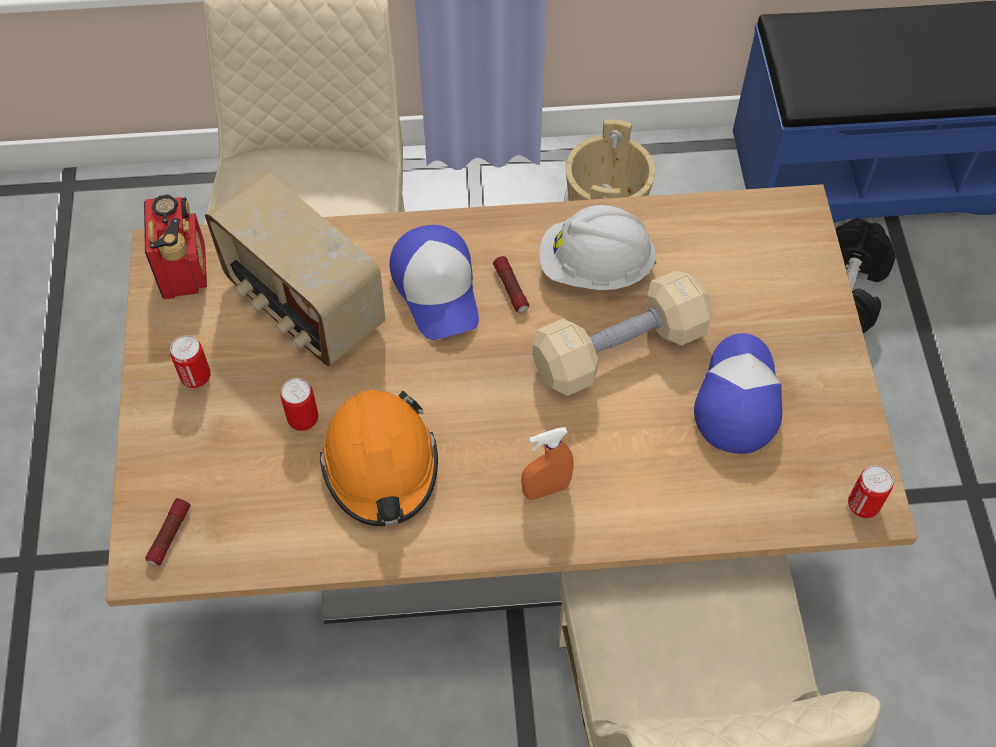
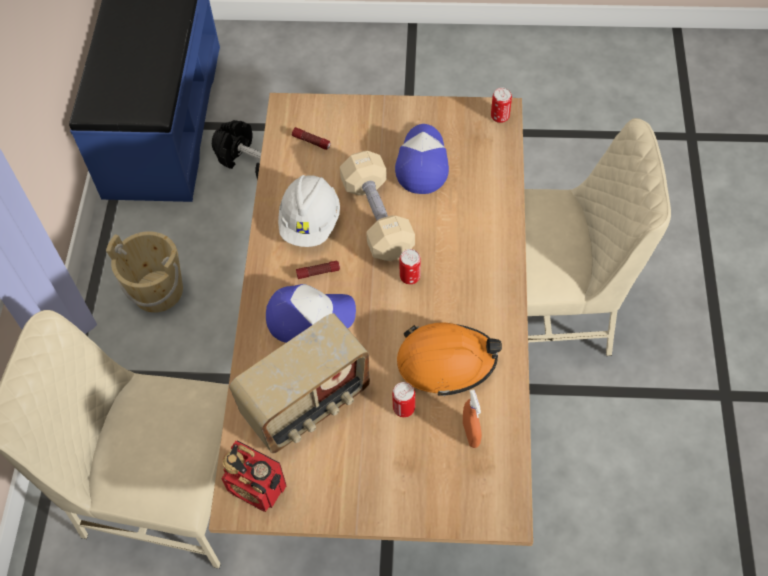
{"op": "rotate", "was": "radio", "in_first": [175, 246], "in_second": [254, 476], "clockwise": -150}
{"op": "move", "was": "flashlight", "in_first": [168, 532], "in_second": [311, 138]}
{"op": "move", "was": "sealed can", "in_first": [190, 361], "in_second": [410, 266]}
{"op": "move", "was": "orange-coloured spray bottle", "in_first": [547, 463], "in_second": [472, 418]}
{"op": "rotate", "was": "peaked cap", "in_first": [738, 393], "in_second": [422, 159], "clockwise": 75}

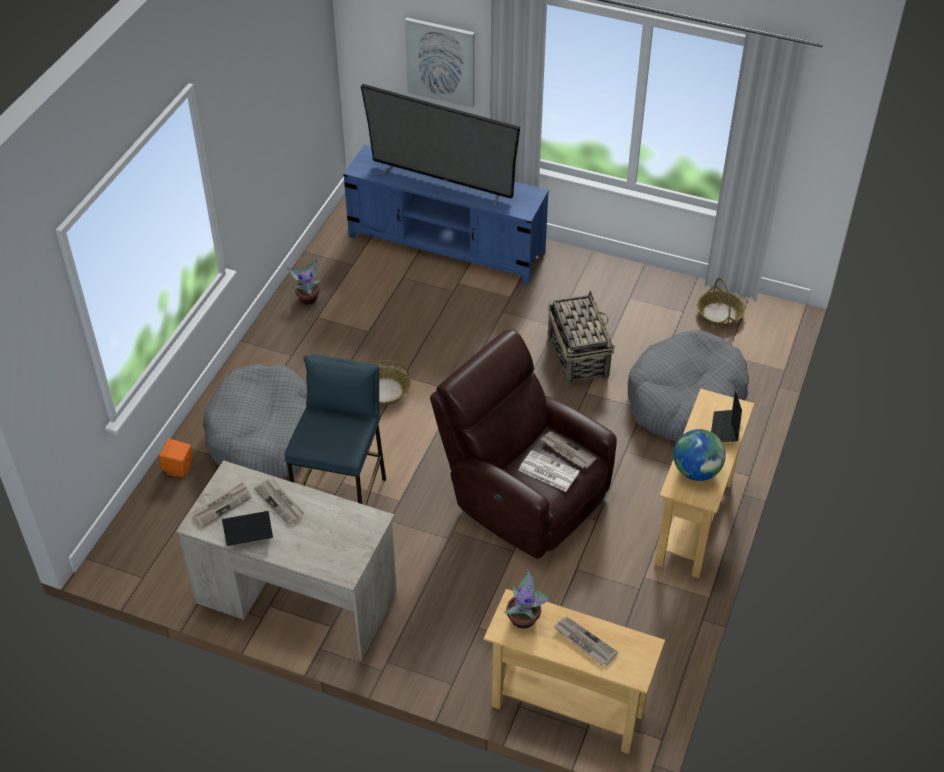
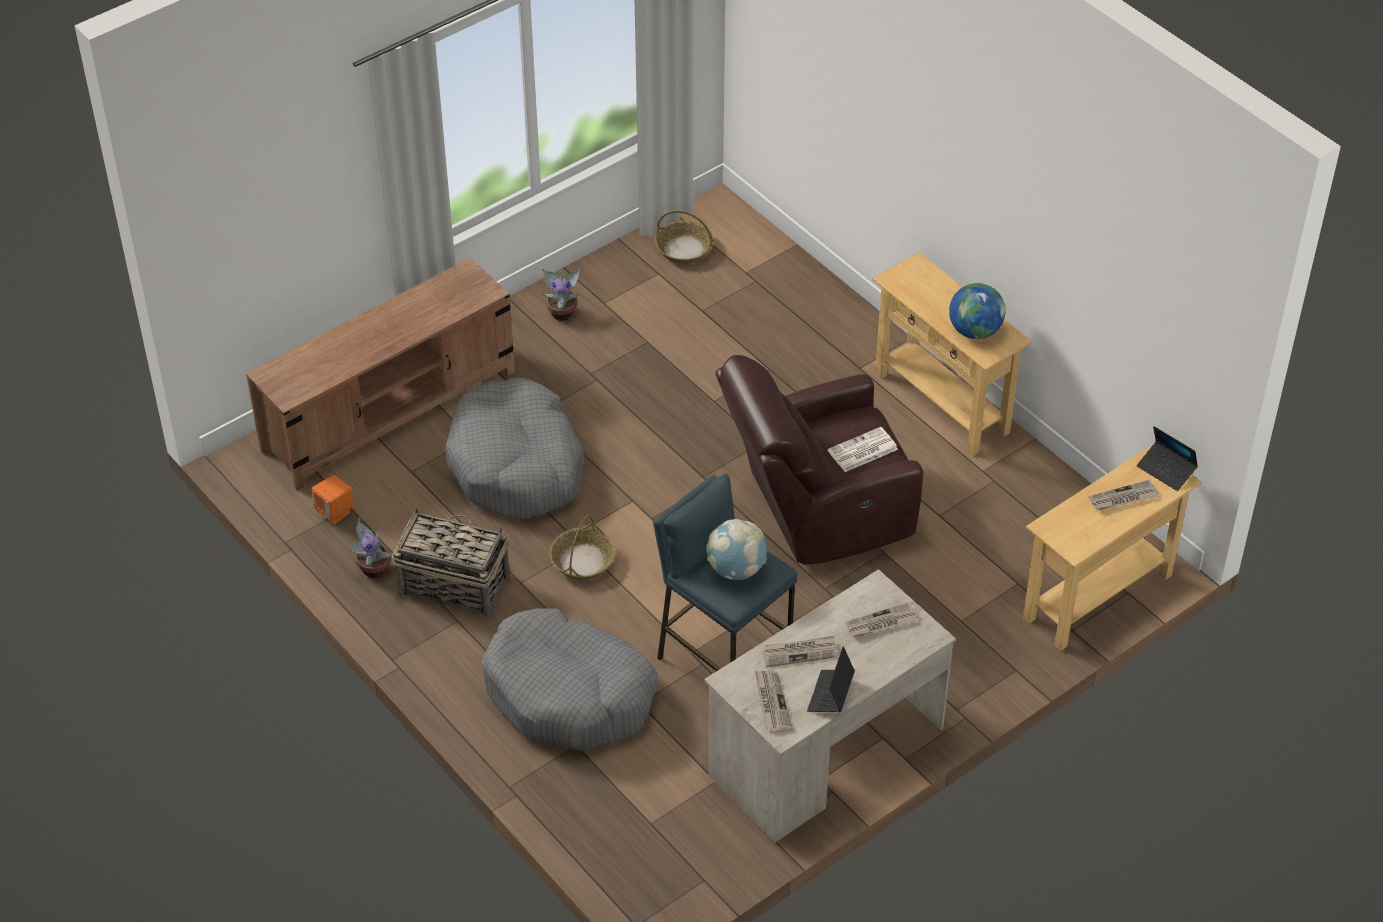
{"op": "move", "was": "orange-coloured audio speaker", "in_first": [175, 458], "in_second": [332, 499]}
{"op": "recolor", "was": "blue-coloured media console", "now": "brown-coloured media console", "in_first": [446, 215], "in_second": [380, 374]}
{"op": "delete", "was": "television", "in_first": [440, 146]}
{"op": "delete", "was": "wall art", "in_first": [440, 63]}
{"op": "move", "was": "houseplant", "in_first": [527, 598], "in_second": [561, 295]}
{"op": "move", "was": "printed paper", "in_first": [568, 450], "in_second": [881, 619]}
{"op": "move", "was": "storage basket", "in_first": [581, 337], "in_second": [450, 562]}
{"op": "move", "was": "gray pet bed", "in_first": [688, 386], "in_second": [515, 448]}
{"op": "move", "was": "portable computer", "in_first": [726, 416], "in_second": [1167, 458]}
{"op": "insert", "now": "globe", "in_second": [736, 549]}

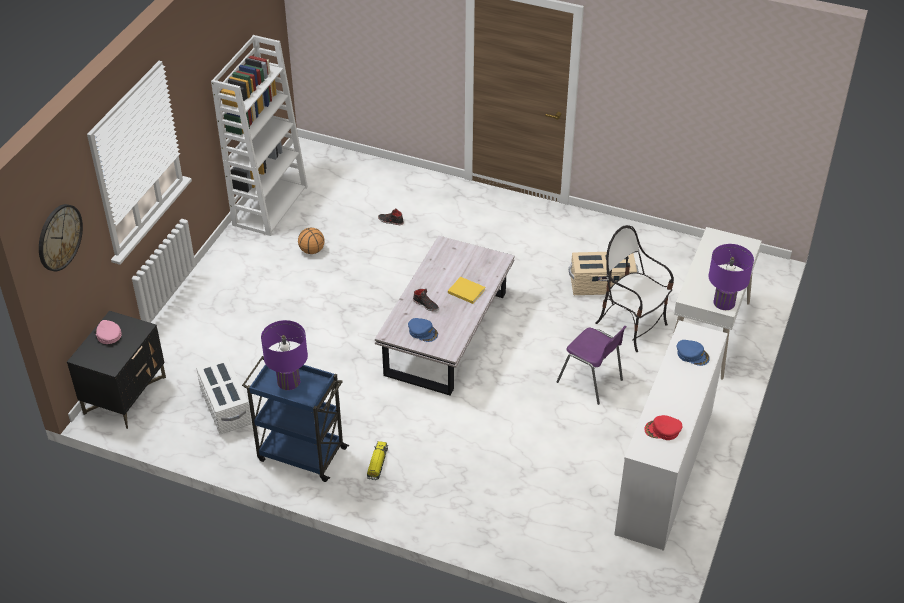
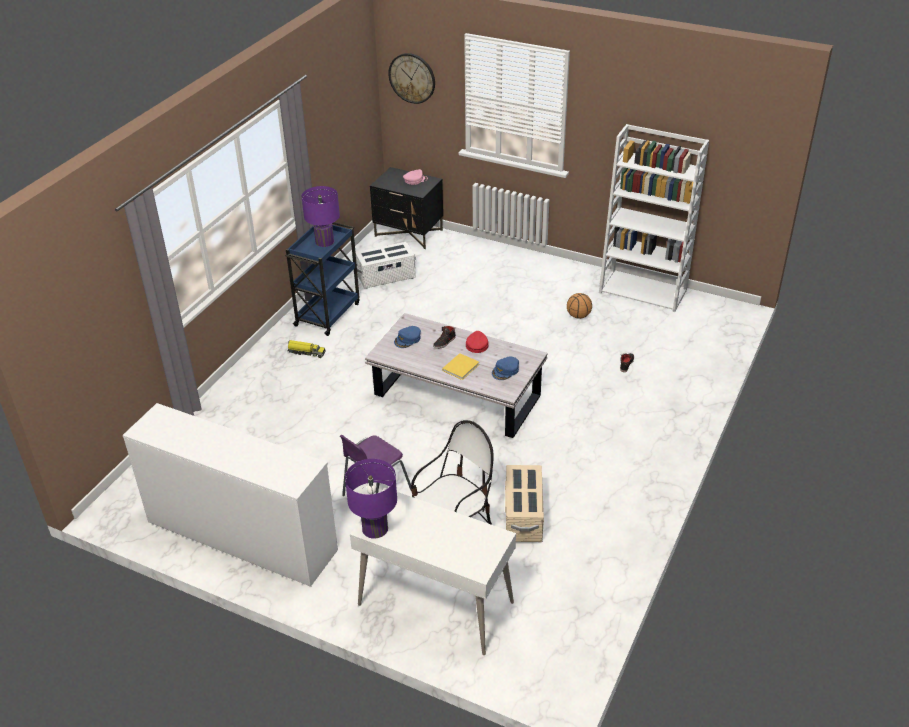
{"op": "move", "was": "reddish peaked cap", "in_first": [663, 427], "in_second": [477, 342]}
{"op": "move", "was": "blue-coloured peaked cap", "in_first": [693, 353], "in_second": [505, 368]}

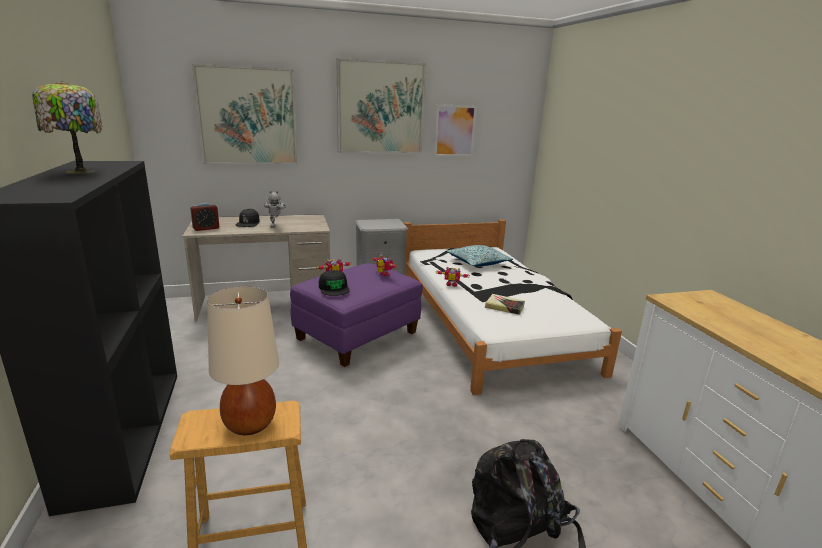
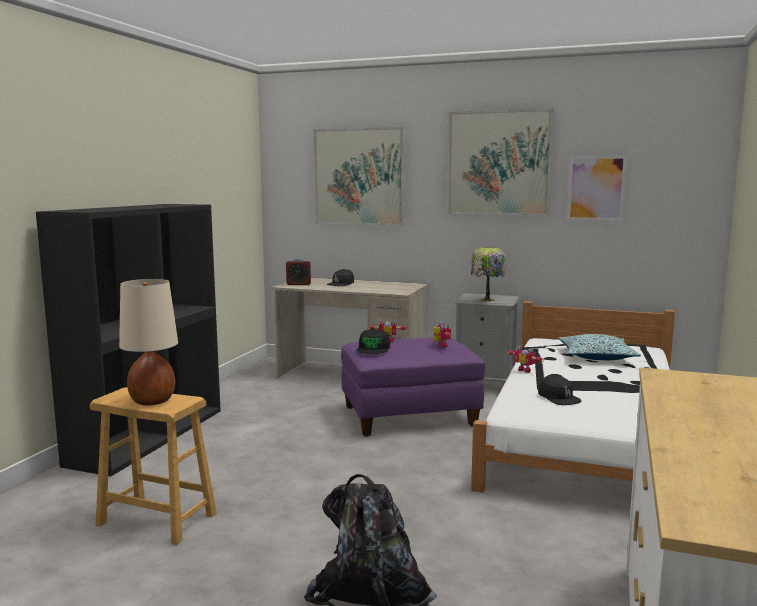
{"op": "move", "was": "tabletop lamp", "in_first": [67, 127], "in_second": [488, 274]}
{"op": "delete", "was": "model robot", "in_first": [275, 209]}
{"op": "replace", "was": "bound book", "now": "black peaked cap", "in_first": [505, 304], "in_second": [560, 390]}

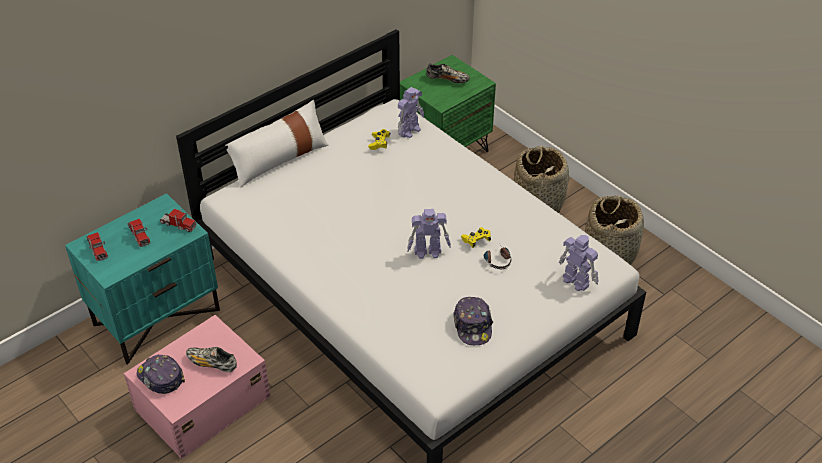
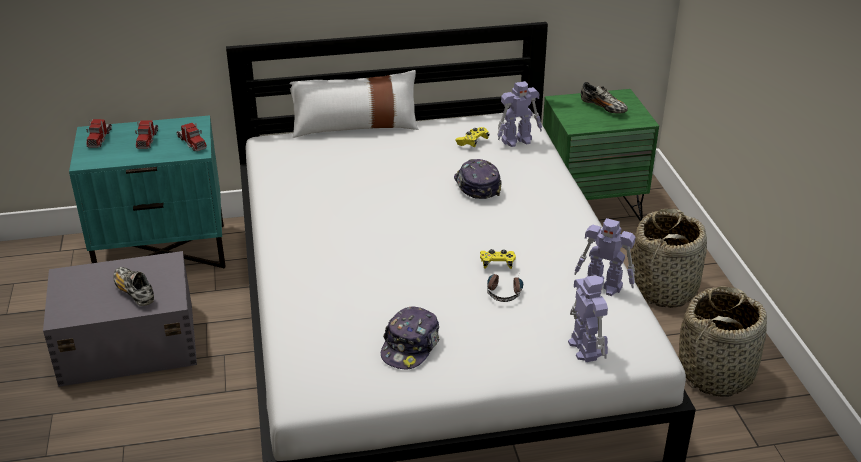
{"op": "recolor", "was": "pinkish storage container", "now": "gray storage container", "in_first": [197, 387], "in_second": [120, 319]}
{"op": "move", "was": "peaked cap", "in_first": [161, 374], "in_second": [478, 179]}
{"op": "move", "was": "model robot", "in_first": [429, 234], "in_second": [604, 257]}

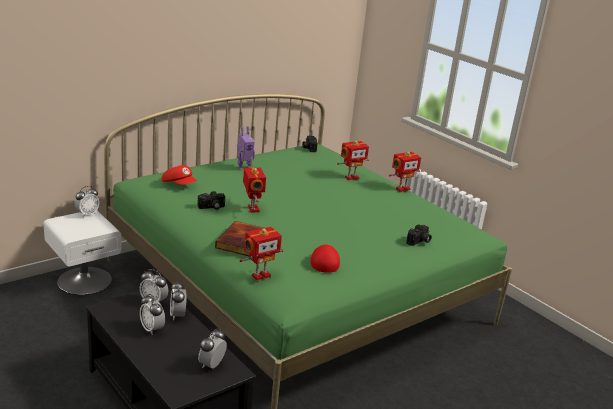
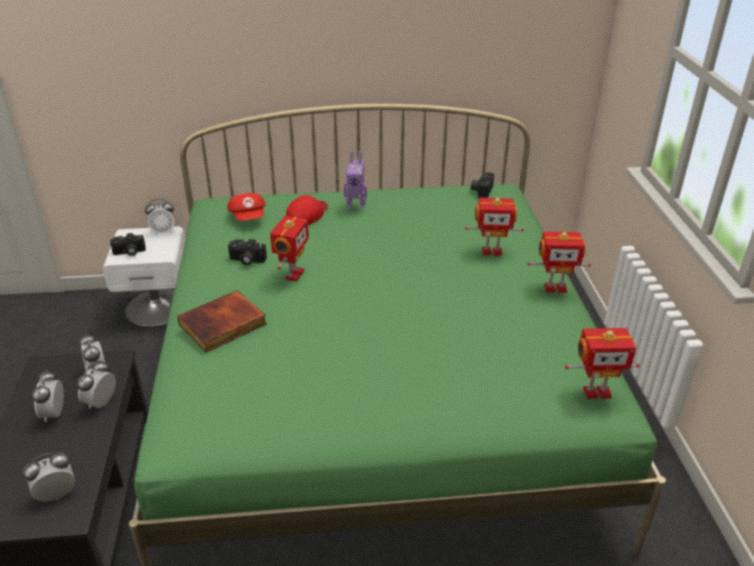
{"op": "move", "was": "model robot", "in_first": [261, 253], "in_second": [602, 363]}
{"op": "move", "was": "reddish peaked cap", "in_first": [325, 259], "in_second": [307, 210]}
{"op": "move", "was": "photo camera", "in_first": [419, 235], "in_second": [128, 244]}

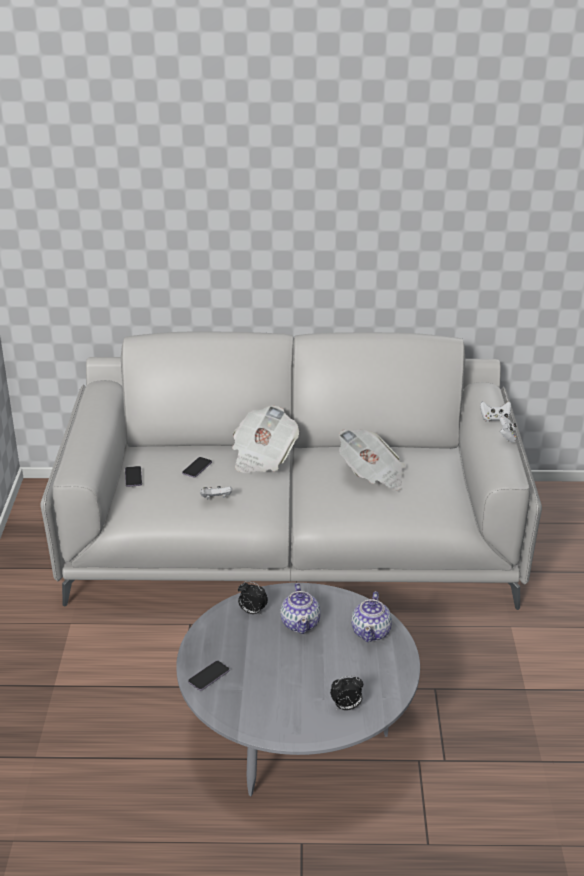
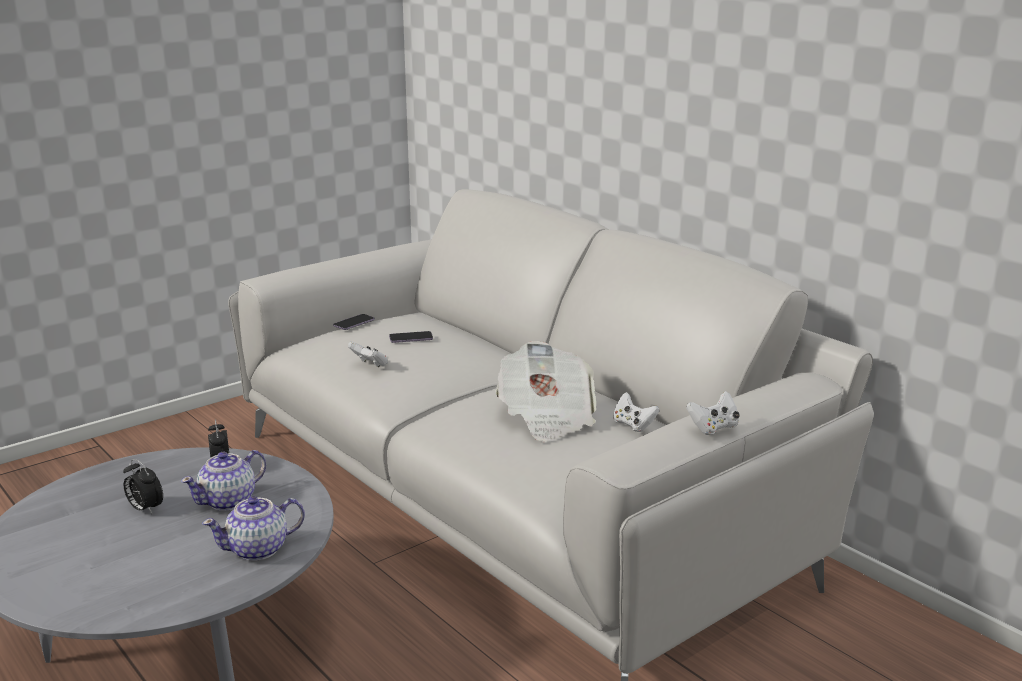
{"op": "delete", "was": "phone", "in_first": [209, 676]}
{"op": "delete", "was": "printed paper", "in_first": [265, 439]}
{"op": "move", "was": "bedside clock", "in_first": [346, 692], "in_second": [143, 487]}
{"op": "move", "was": "whitish game controller", "in_first": [495, 411], "in_second": [636, 412]}

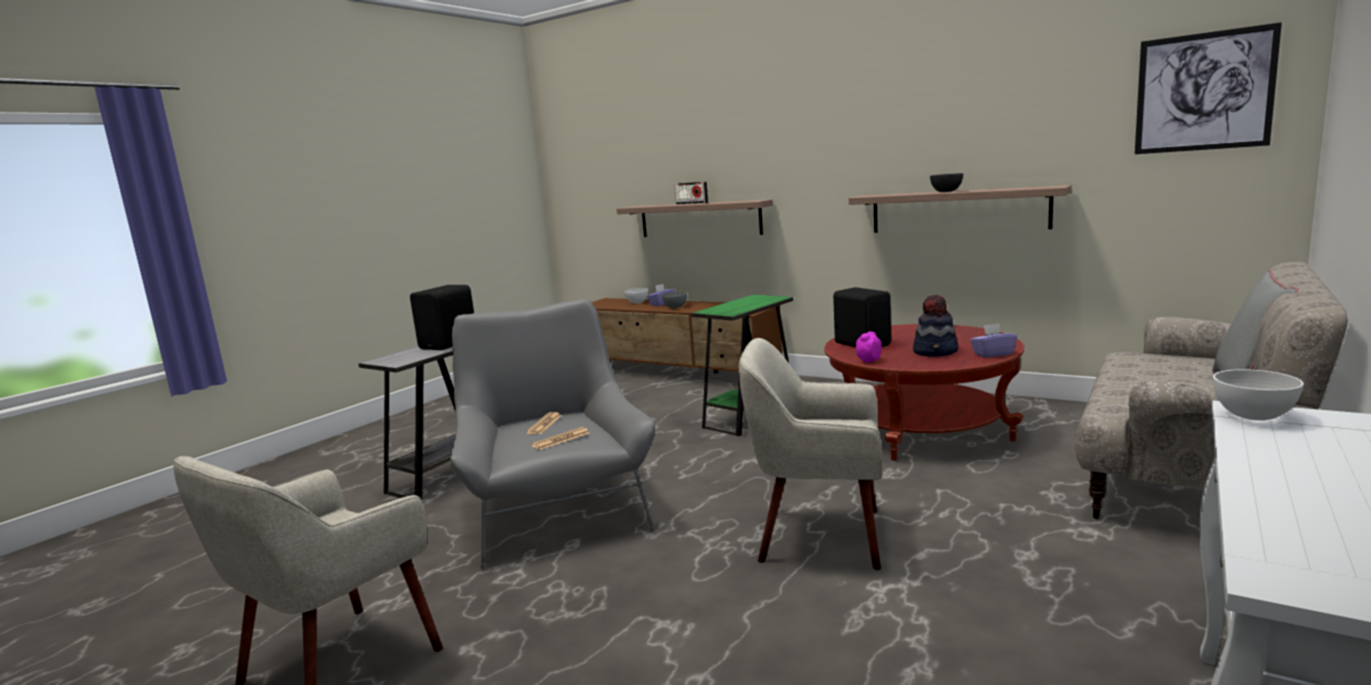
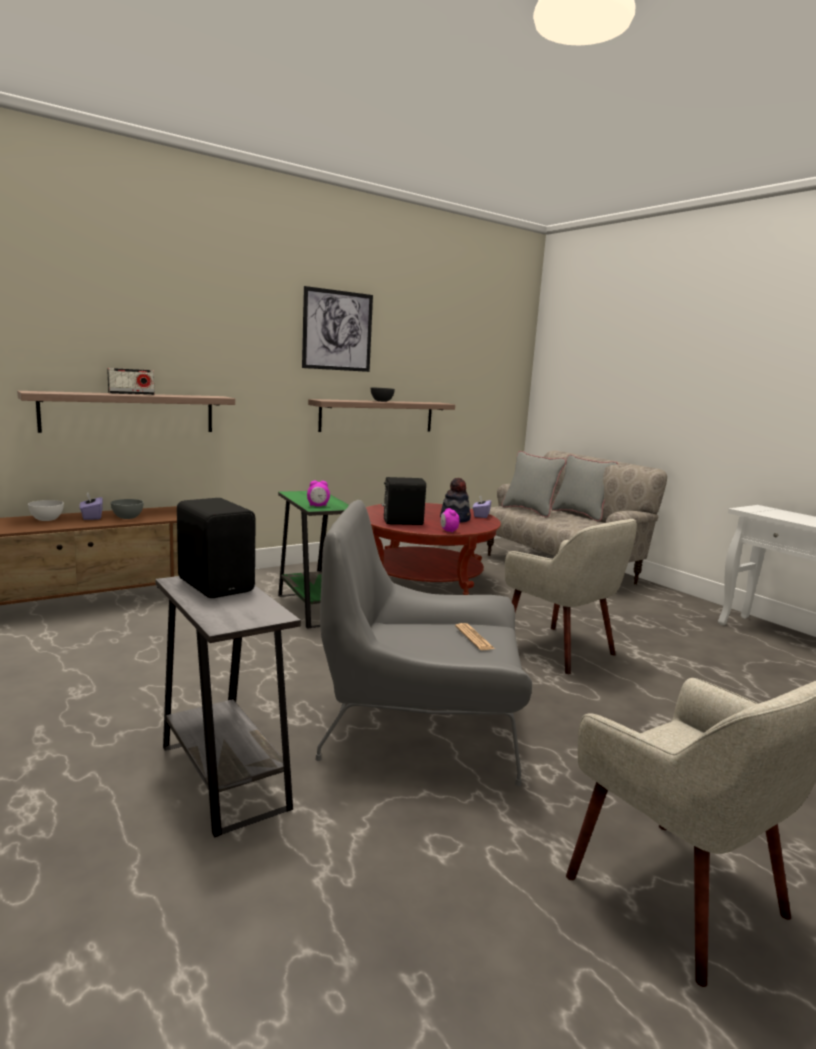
{"op": "delete", "was": "printed paper", "in_first": [544, 423]}
{"op": "rotate", "was": "beige-coloured easy chair", "in_first": [810, 454], "in_second": [571, 596], "clockwise": -75}
{"op": "move", "was": "wall art", "in_first": [1208, 88], "in_second": [337, 329]}
{"op": "delete", "was": "whitish bowl", "in_first": [1258, 394]}
{"op": "insert", "now": "bedside clock", "in_second": [318, 494]}
{"op": "insert", "now": "gray pillow", "in_second": [534, 484]}

